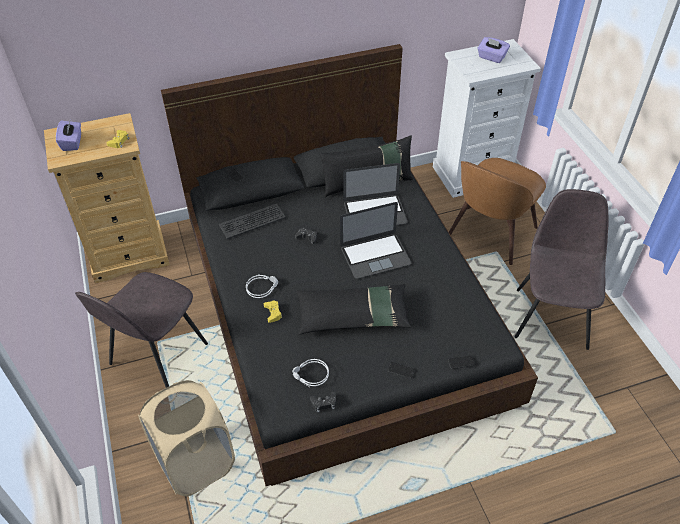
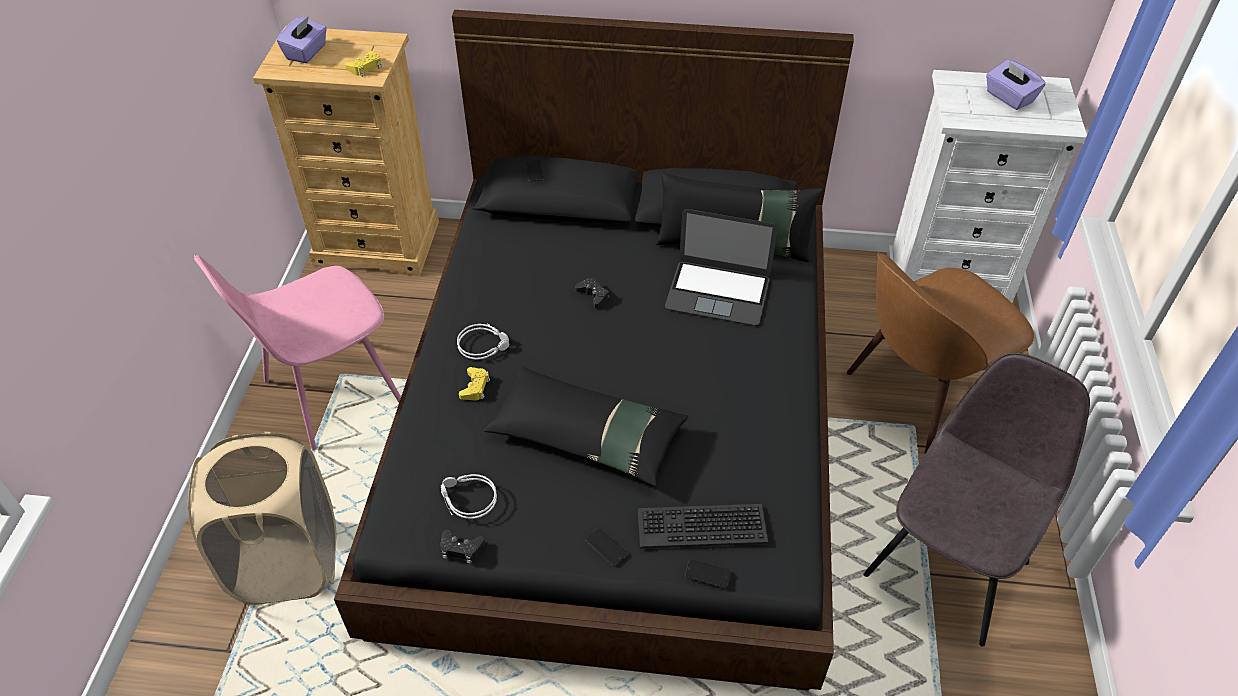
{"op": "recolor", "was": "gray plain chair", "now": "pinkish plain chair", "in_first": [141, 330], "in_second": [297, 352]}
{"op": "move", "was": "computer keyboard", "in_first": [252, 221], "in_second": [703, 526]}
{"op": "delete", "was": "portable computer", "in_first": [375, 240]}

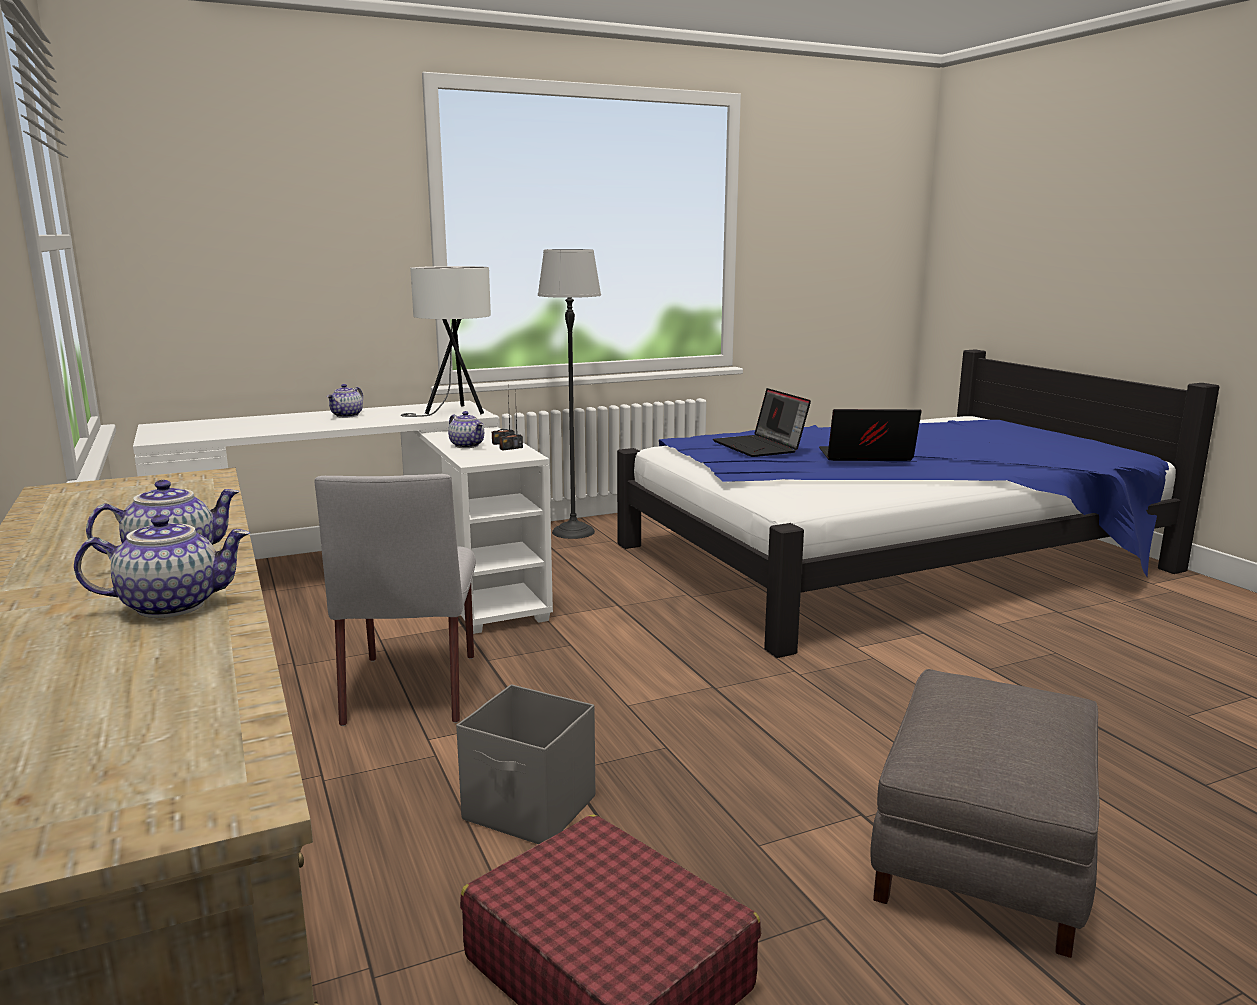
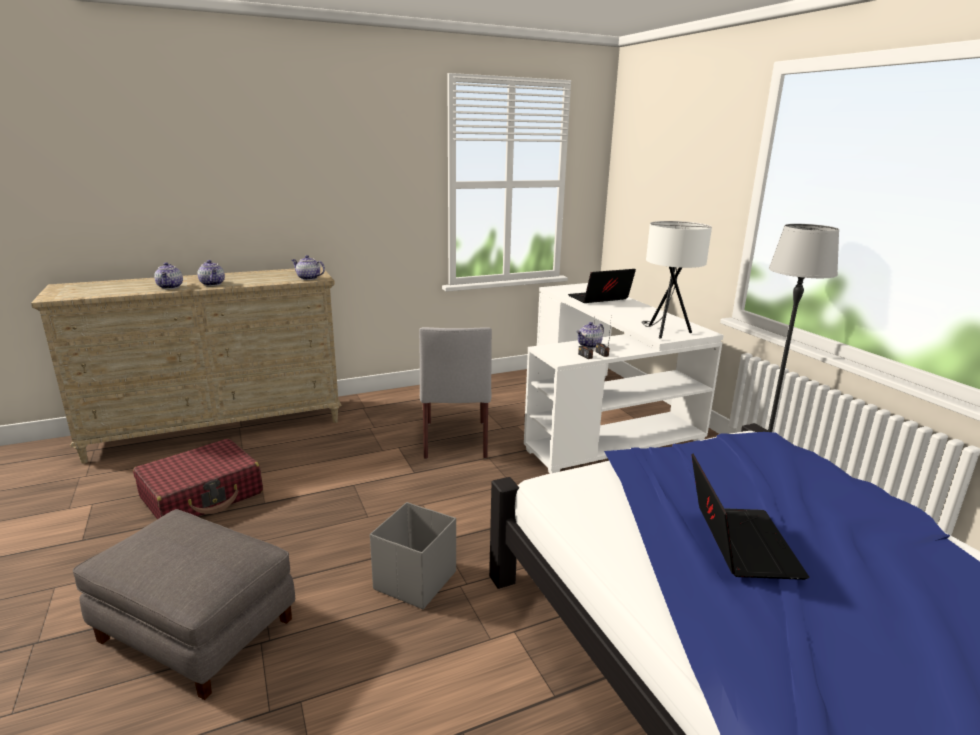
{"op": "rotate", "was": "gray plain chair", "in_first": [395, 600], "in_second": [455, 393], "clockwise": -90}
{"op": "move", "was": "pot for tea", "in_first": [345, 401], "in_second": [308, 267]}
{"op": "move", "was": "gray storage container", "in_first": [525, 764], "in_second": [413, 555]}
{"op": "move", "was": "portable computer", "in_first": [762, 422], "in_second": [602, 286]}

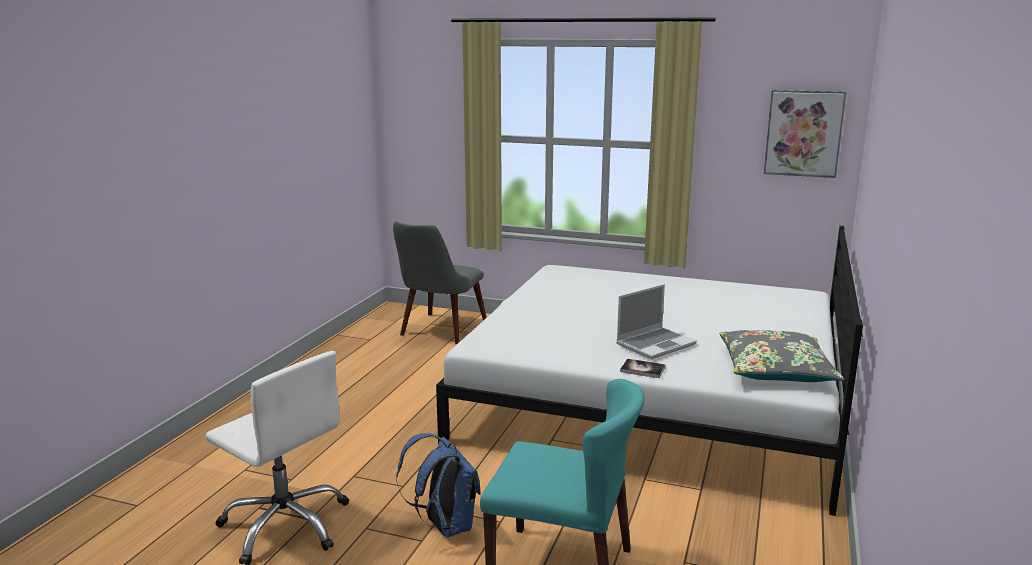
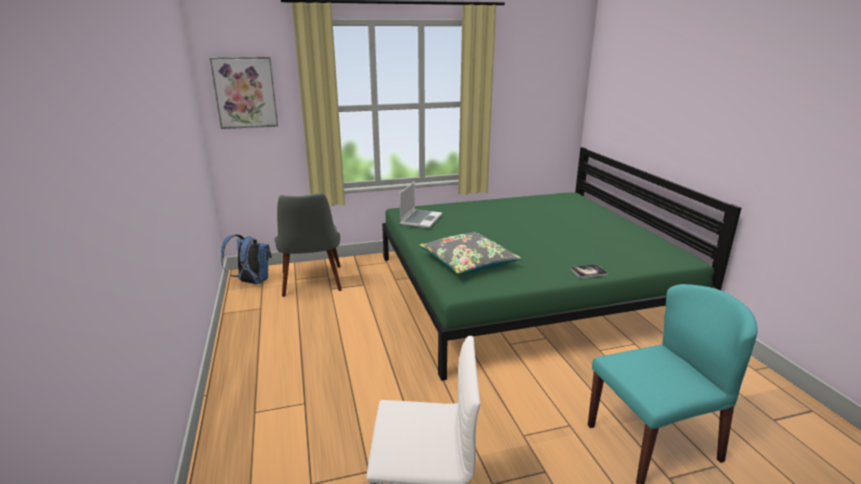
{"op": "move", "was": "blue-coloured knapsack", "in_first": [438, 485], "in_second": [246, 259]}
{"op": "recolor", "was": "whitish bedroom bed", "now": "green bedroom bed", "in_first": [649, 371], "in_second": [561, 264]}
{"op": "move", "was": "portable computer", "in_first": [656, 321], "in_second": [420, 204]}
{"op": "move", "was": "gray pillow", "in_first": [781, 356], "in_second": [471, 253]}
{"op": "move", "was": "wall art", "in_first": [805, 134], "in_second": [244, 93]}

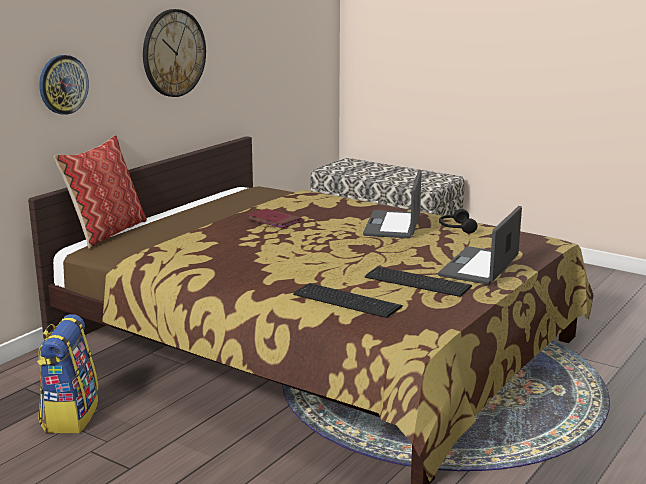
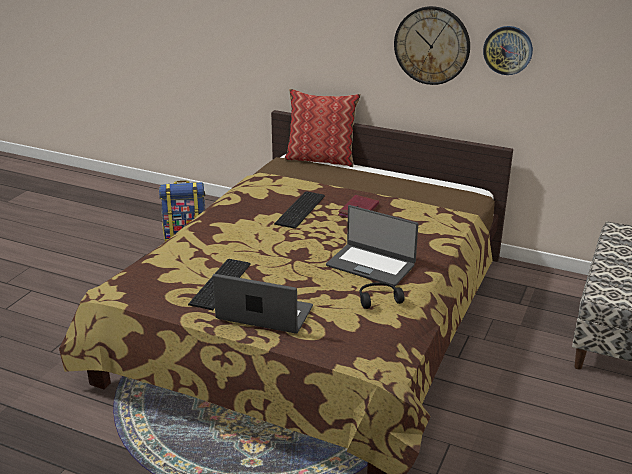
{"op": "move", "was": "wall clock", "in_first": [64, 85], "in_second": [508, 50]}
{"op": "move", "was": "computer keyboard", "in_first": [348, 300], "in_second": [299, 210]}
{"op": "rotate", "was": "portable computer", "in_first": [392, 204], "in_second": [372, 245], "clockwise": -150}

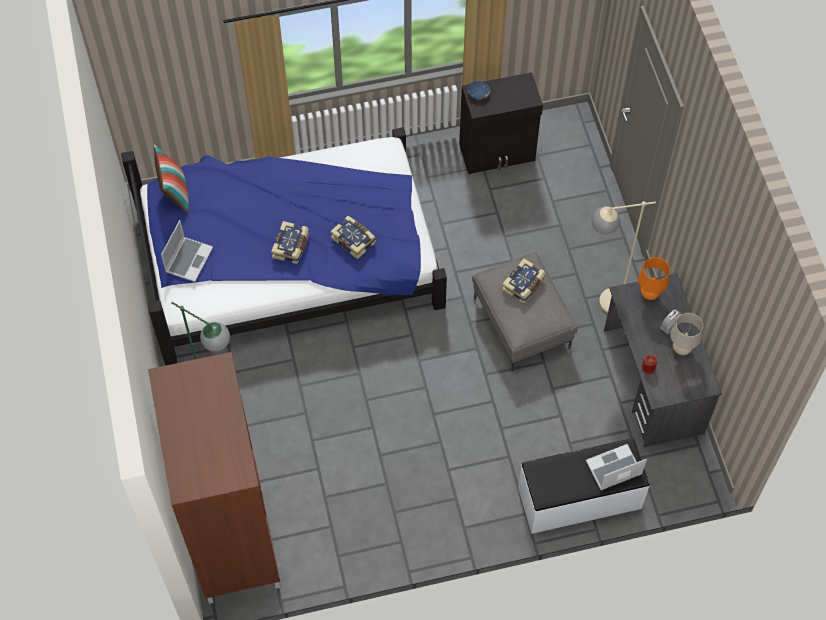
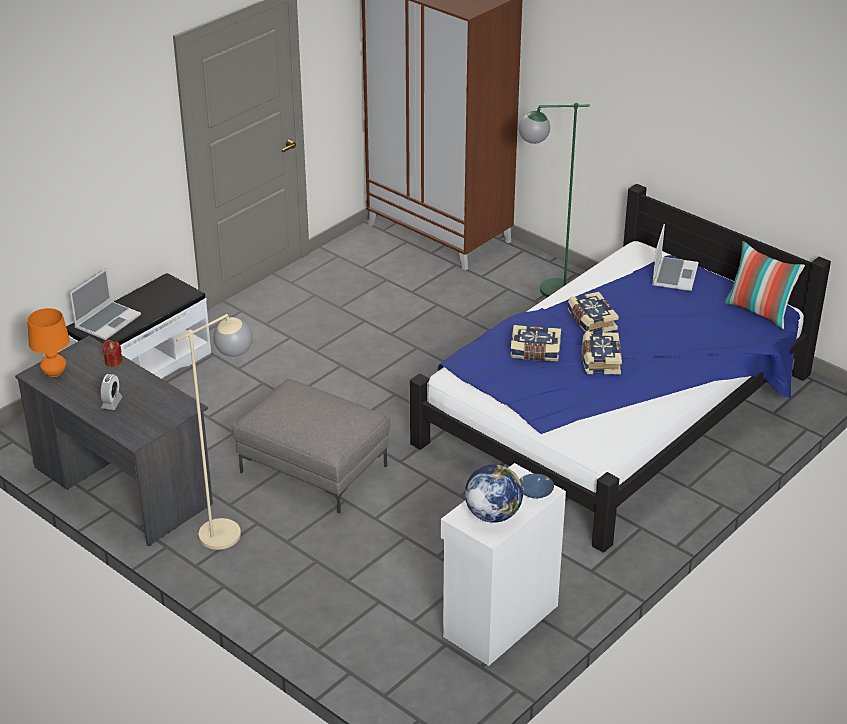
{"op": "rotate", "was": "portable computer", "in_first": [187, 251], "in_second": [675, 257], "clockwise": -150}
{"op": "recolor", "was": "black storage cabinet", "now": "whitish storage cabinet", "in_first": [501, 123], "in_second": [503, 564]}
{"op": "move", "was": "bound book", "in_first": [524, 280], "in_second": [601, 353]}
{"op": "move", "was": "orange-coloured tabletop lamp", "in_first": [654, 278], "in_second": [48, 342]}
{"op": "delete", "was": "beige-coloured tabletop lamp", "in_first": [686, 334]}
{"op": "insert", "now": "globe", "in_second": [494, 493]}

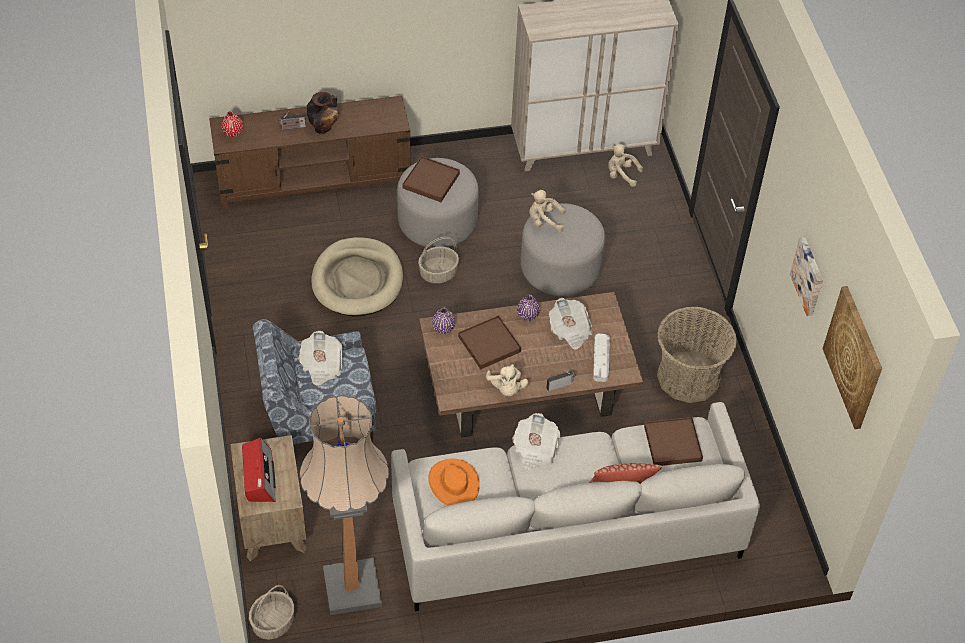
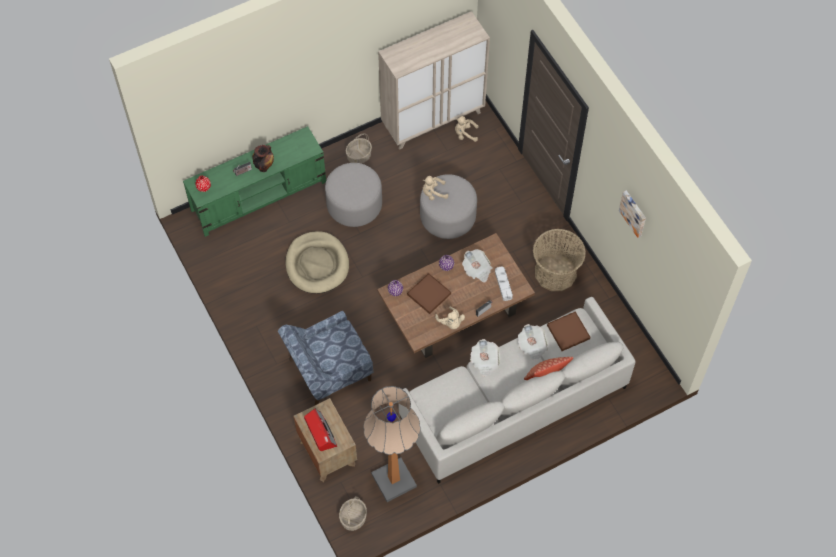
{"op": "recolor", "was": "brown-coloured media console", "now": "green media console", "in_first": [309, 152], "in_second": [254, 181]}
{"op": "move", "was": "printed paper", "in_first": [320, 358], "in_second": [533, 342]}
{"op": "delete", "was": "brown-coloured serving tray", "in_first": [431, 179]}
{"op": "move", "was": "storage basket", "in_first": [438, 260], "in_second": [359, 148]}
{"op": "delete", "was": "orange-coloured clothing hat", "in_first": [454, 482]}
{"op": "delete", "was": "wall art", "in_first": [852, 357]}

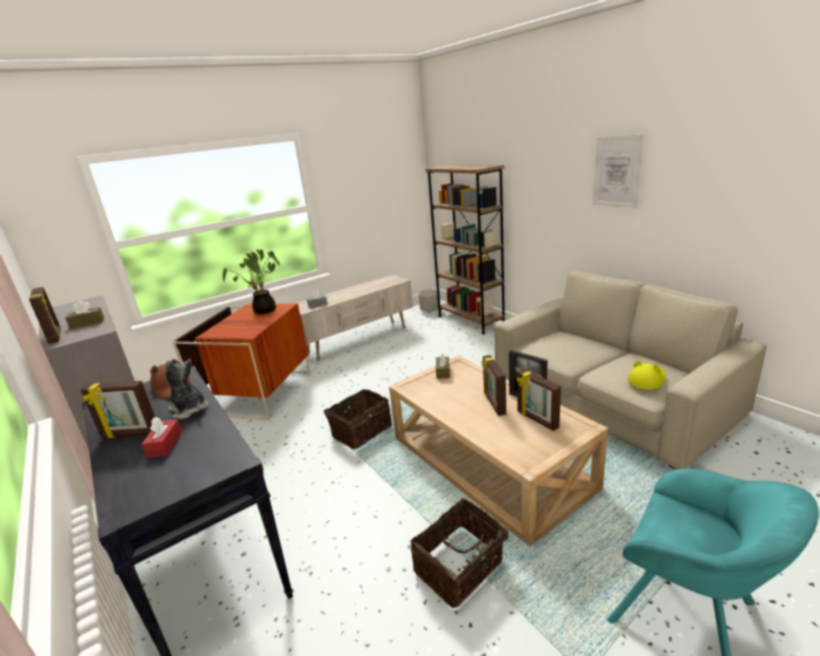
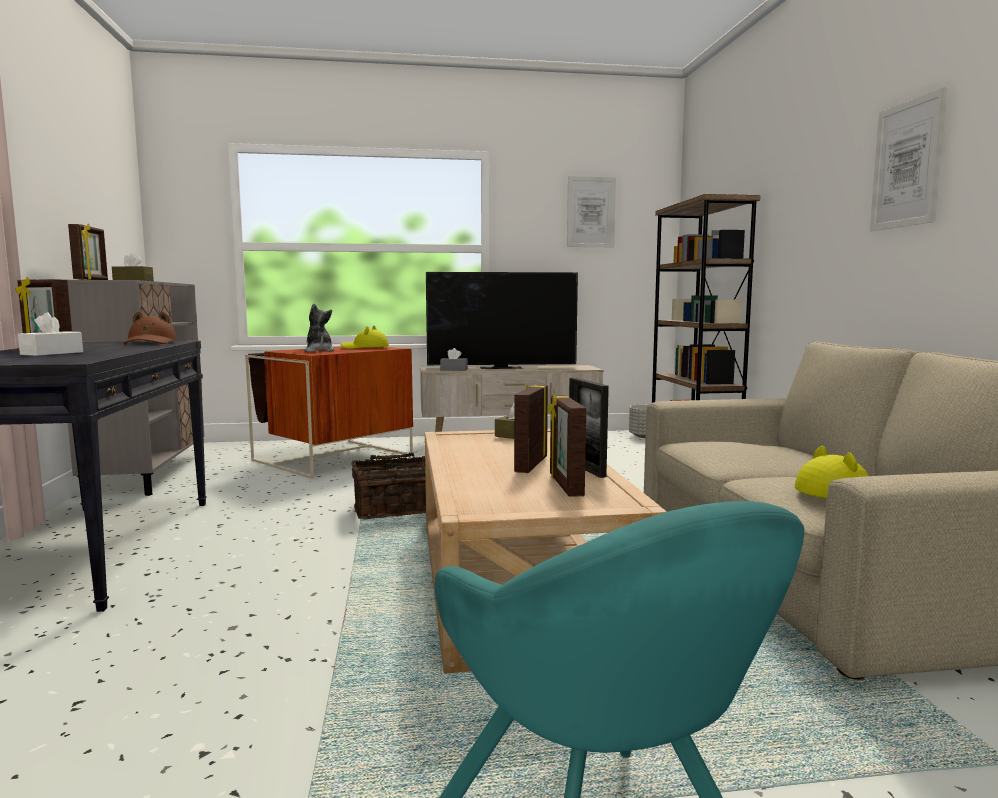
{"op": "recolor", "was": "reddish box of tissues", "now": "whitish box of tissues", "in_first": [161, 437], "in_second": [50, 334]}
{"op": "move", "was": "soft toy", "in_first": [186, 389], "in_second": [319, 327]}
{"op": "replace", "was": "houseplant", "now": "yellow clothing hat", "in_first": [251, 281], "in_second": [364, 337]}
{"op": "delete", "was": "storage basket", "in_first": [463, 553]}
{"op": "insert", "now": "television", "in_second": [502, 320]}
{"op": "insert", "now": "wall art", "in_second": [591, 211]}

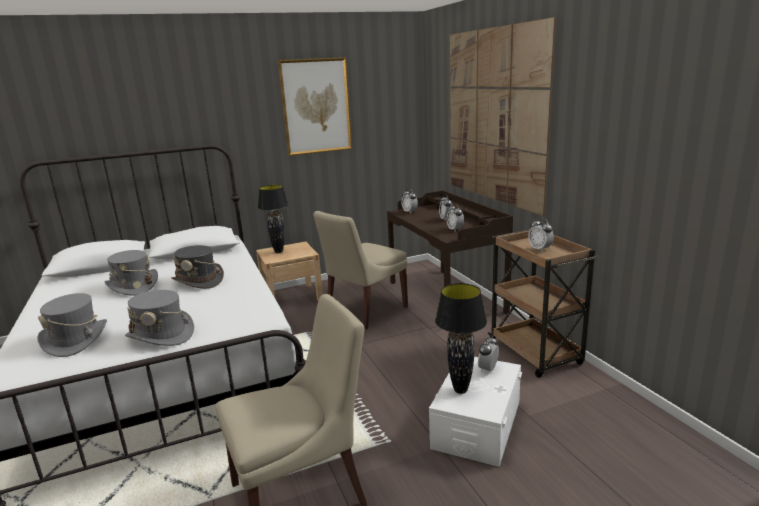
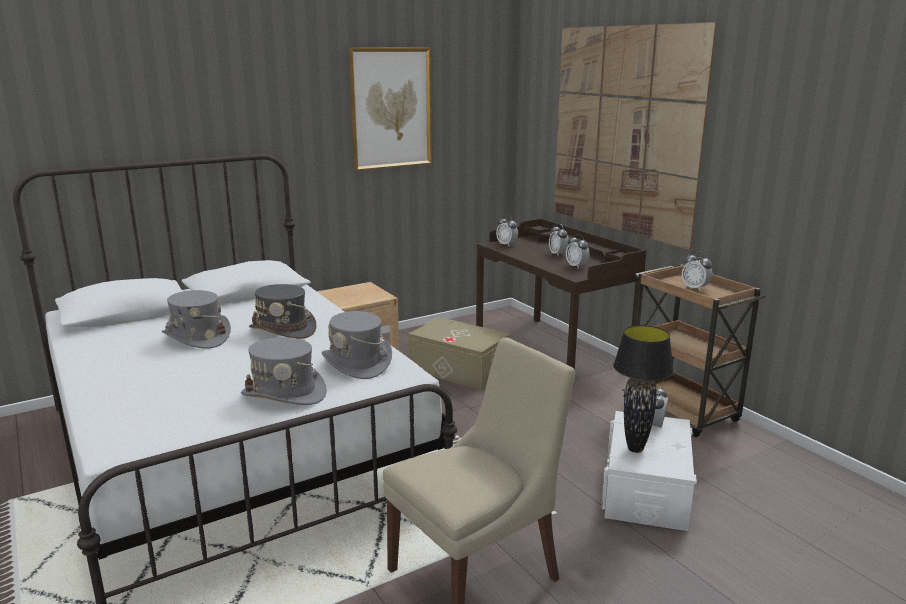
{"op": "move", "was": "gray clothing hat", "in_first": [72, 325], "in_second": [357, 345]}
{"op": "delete", "was": "black tabletop lamp", "in_first": [273, 219]}
{"op": "replace", "was": "beige-coloured plain chair", "now": "beige-coloured storage container", "in_first": [360, 270], "in_second": [459, 353]}

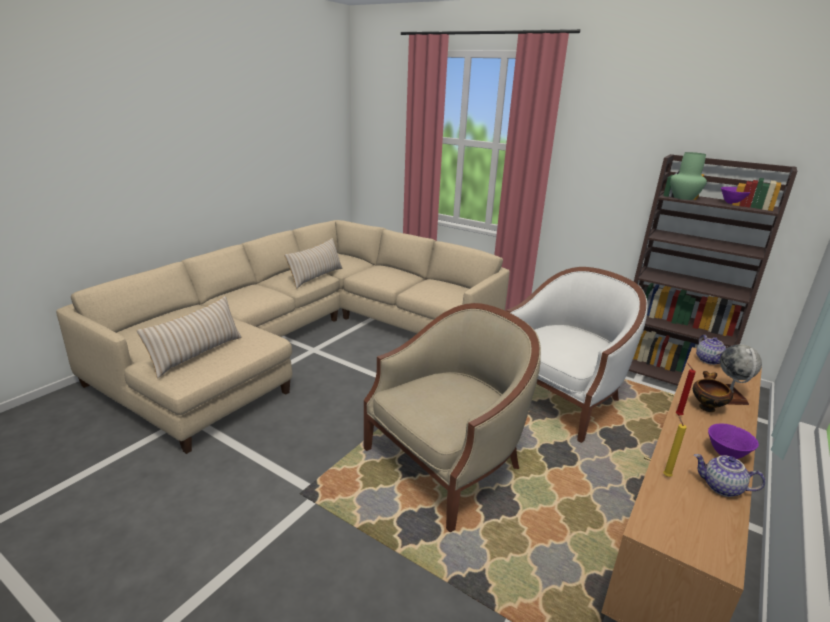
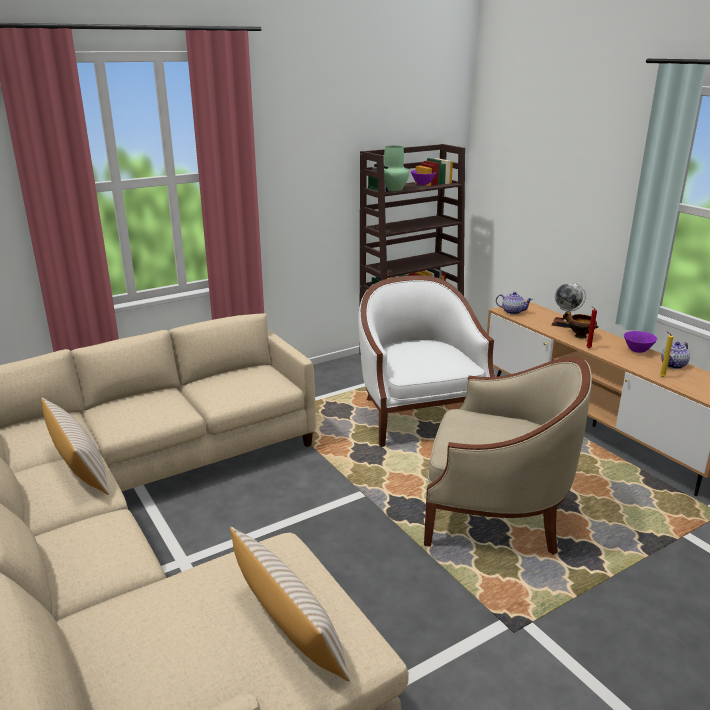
{"op": "rotate", "was": "beige-coloured easy chair", "in_first": [452, 418], "in_second": [508, 456], "clockwise": 120}

